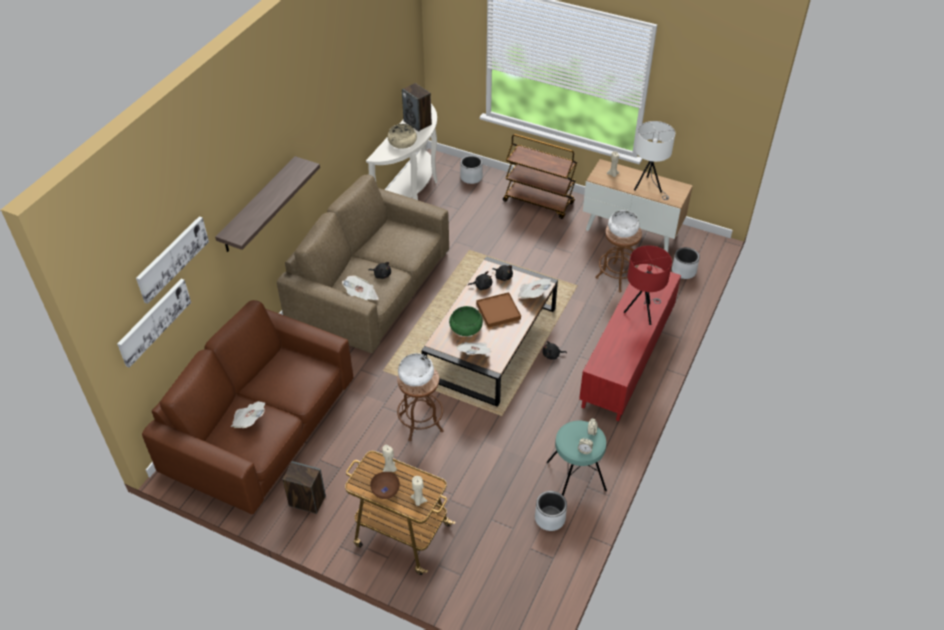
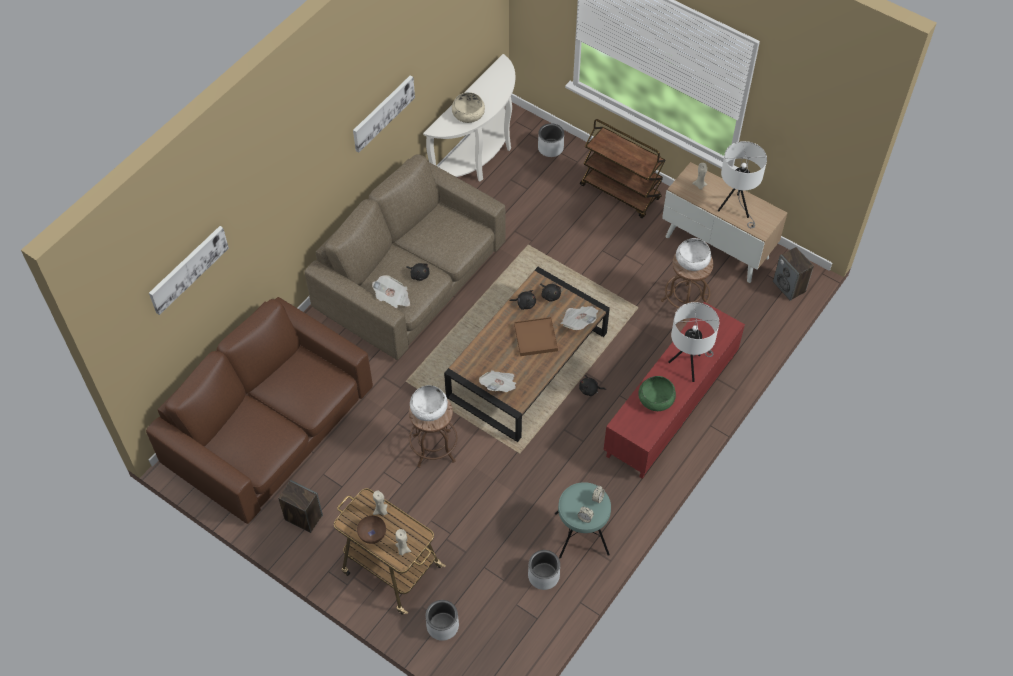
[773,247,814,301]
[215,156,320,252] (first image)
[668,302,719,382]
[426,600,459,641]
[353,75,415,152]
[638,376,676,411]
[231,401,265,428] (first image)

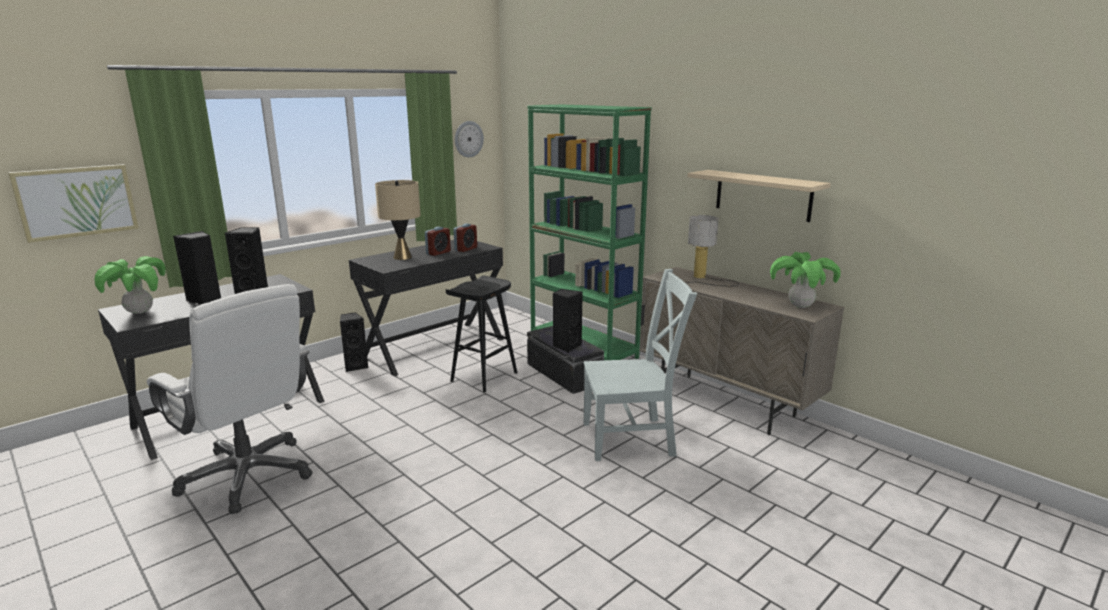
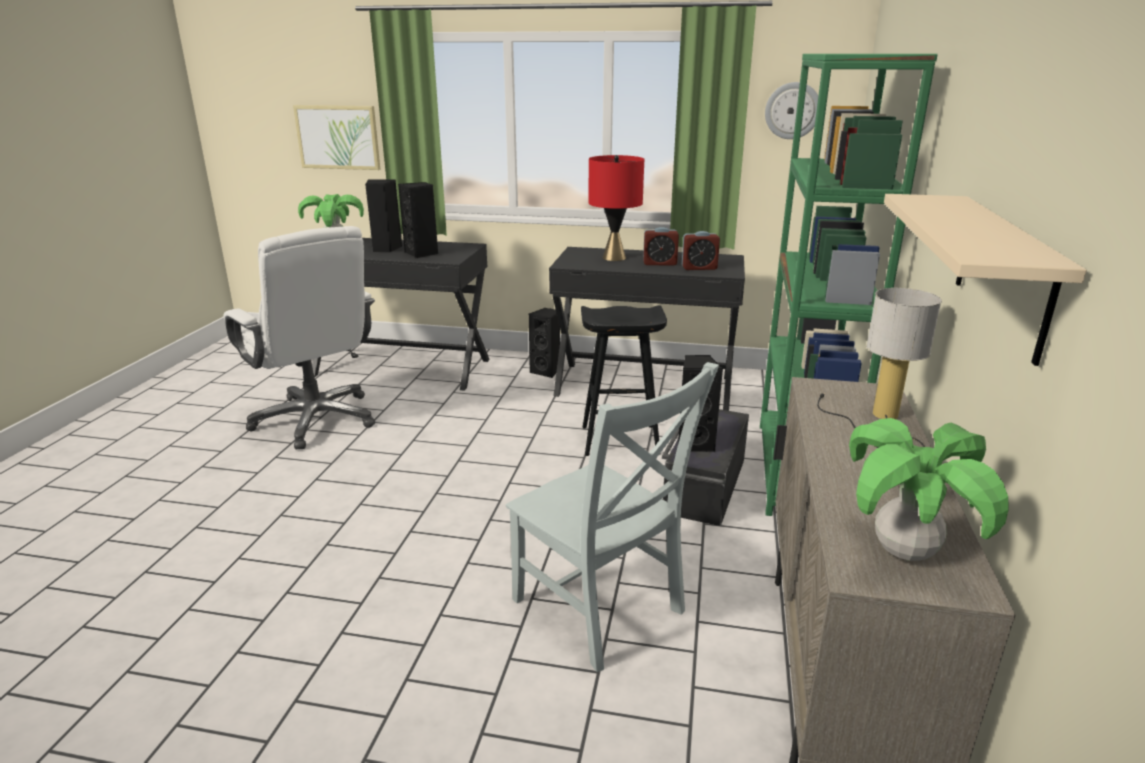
[588,155,644,261]
[223,226,375,449]

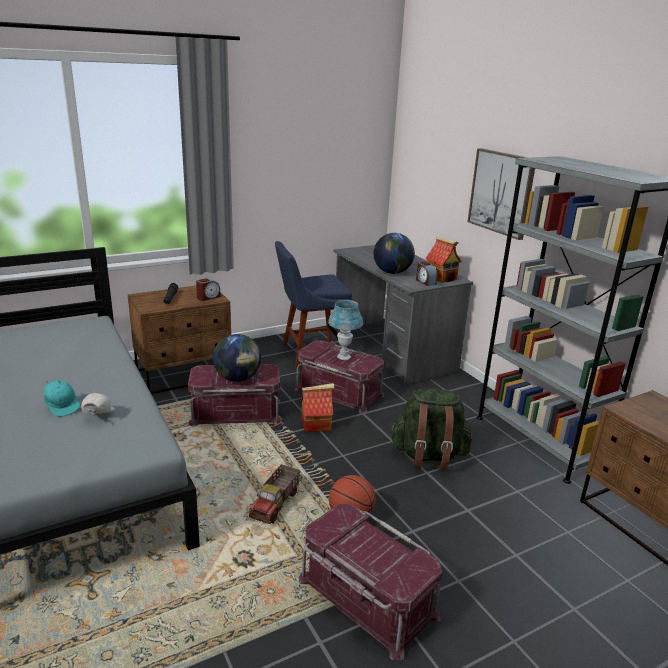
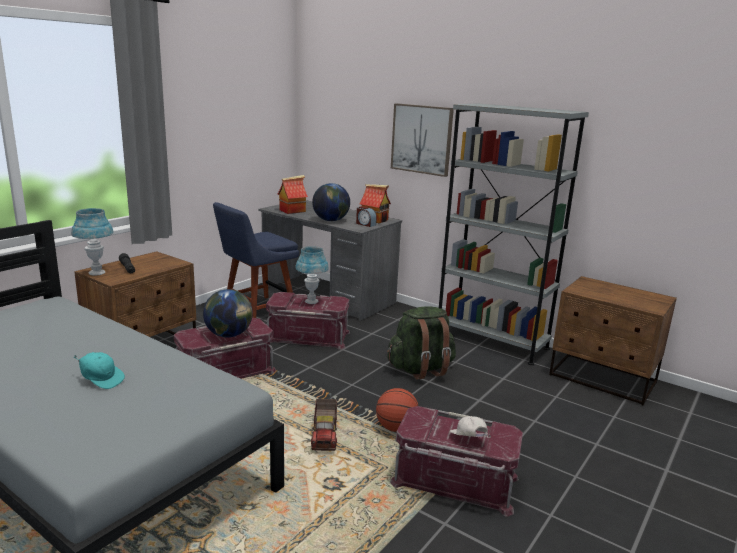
[196,278,220,301] (first image)
[277,175,308,214]
[449,416,491,438]
[71,208,114,275]

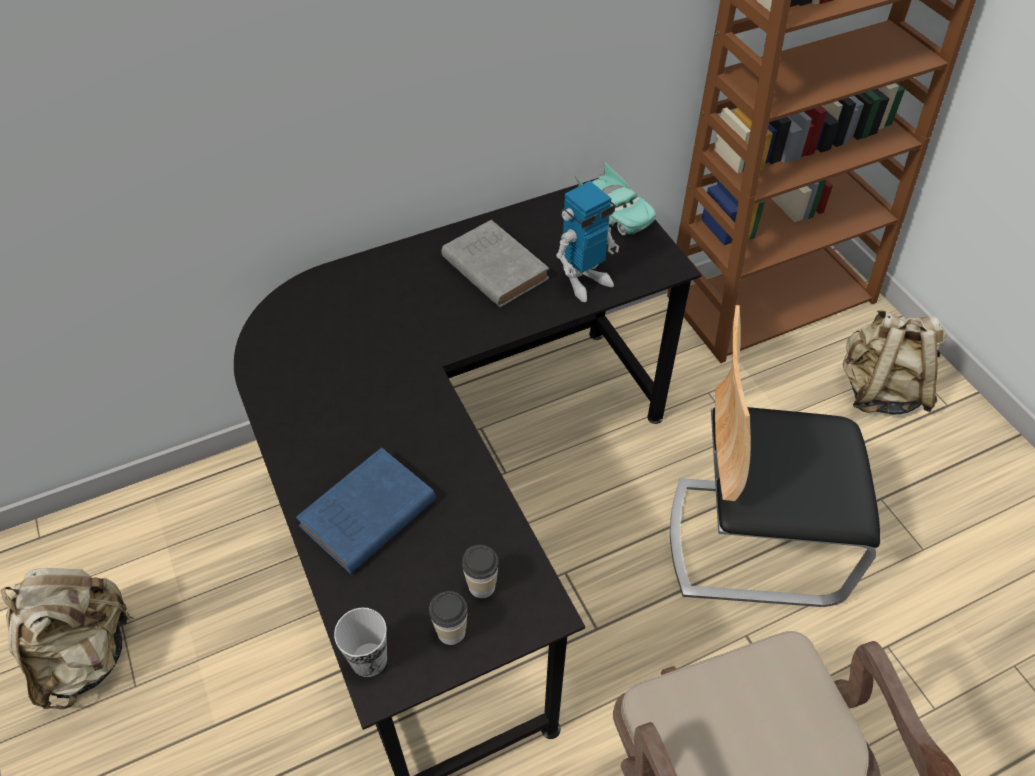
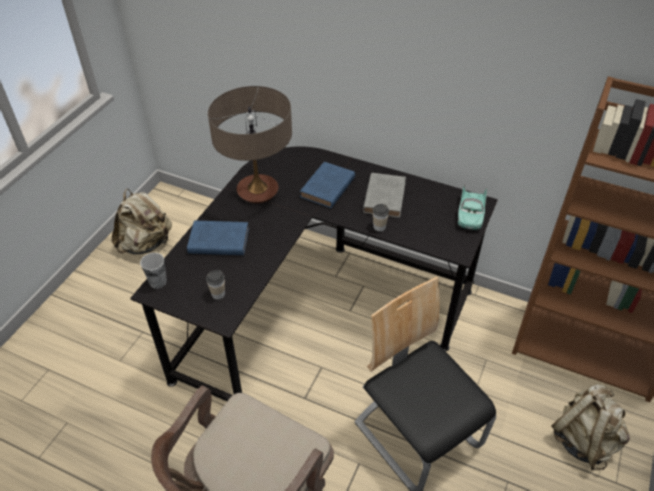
[556,181,619,302] (first image)
[373,204,389,232]
[208,86,292,204]
[300,162,355,208]

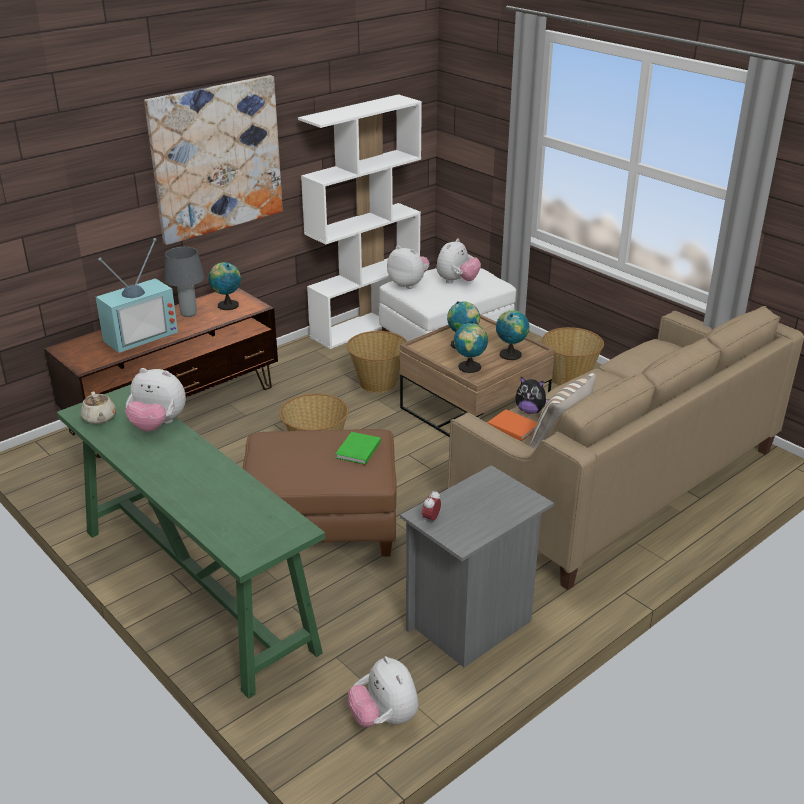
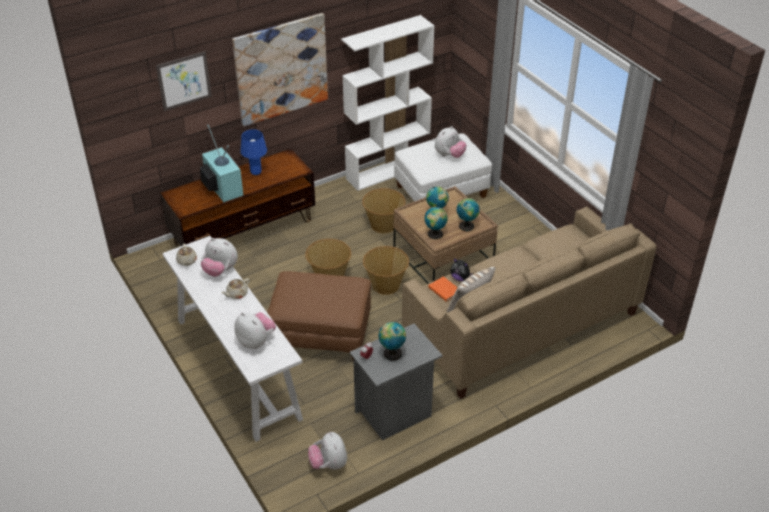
[200,125,243,202]
[234,312,276,349]
[240,129,267,175]
[379,322,406,361]
[363,246,409,295]
[162,236,303,442]
[335,432,381,465] (first image)
[156,51,212,111]
[221,278,250,299]

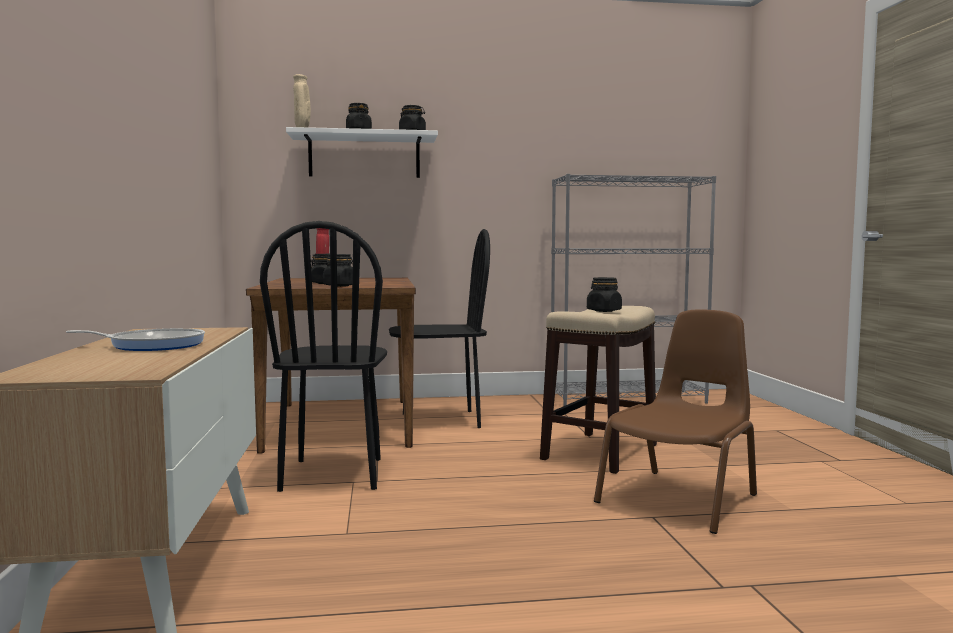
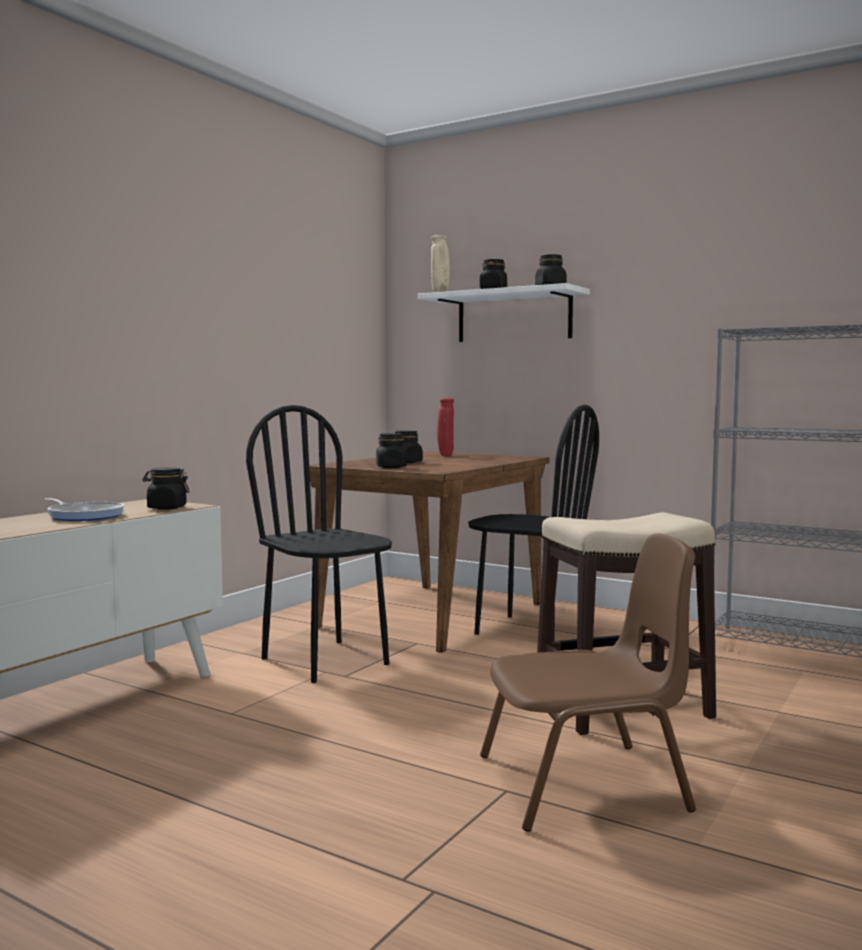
[246,405,392,683]
[143,467,190,510]

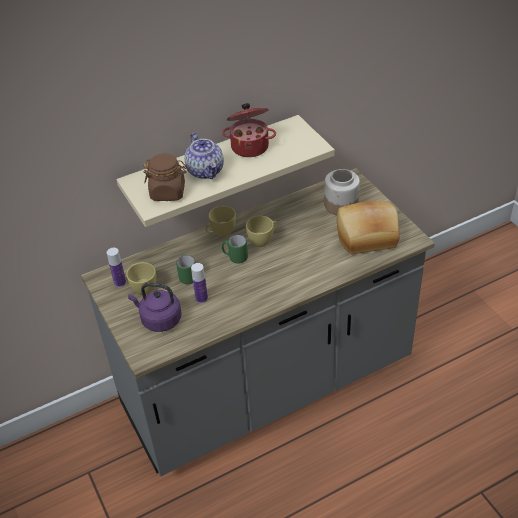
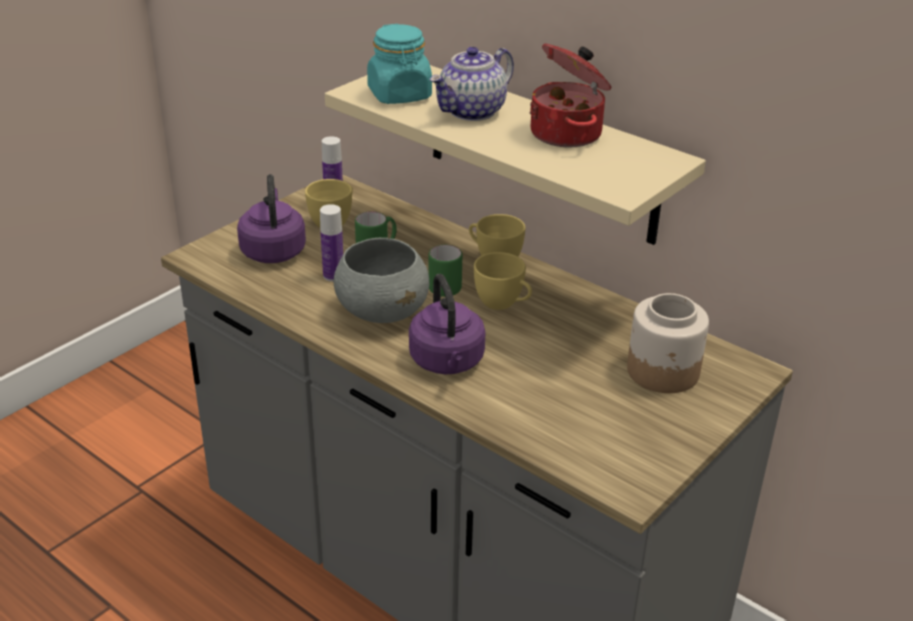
[367,24,432,104]
[337,201,400,254] (first image)
[334,238,429,323]
[409,274,486,375]

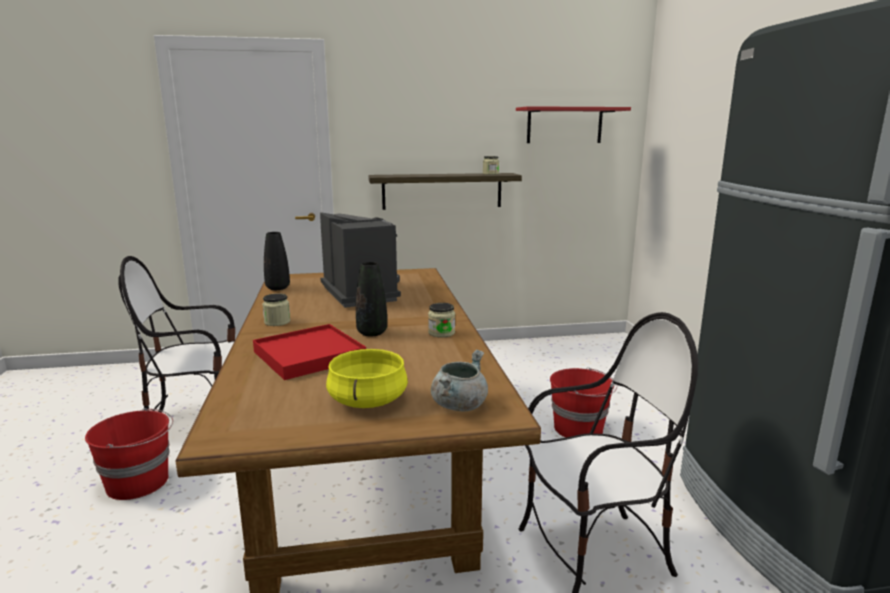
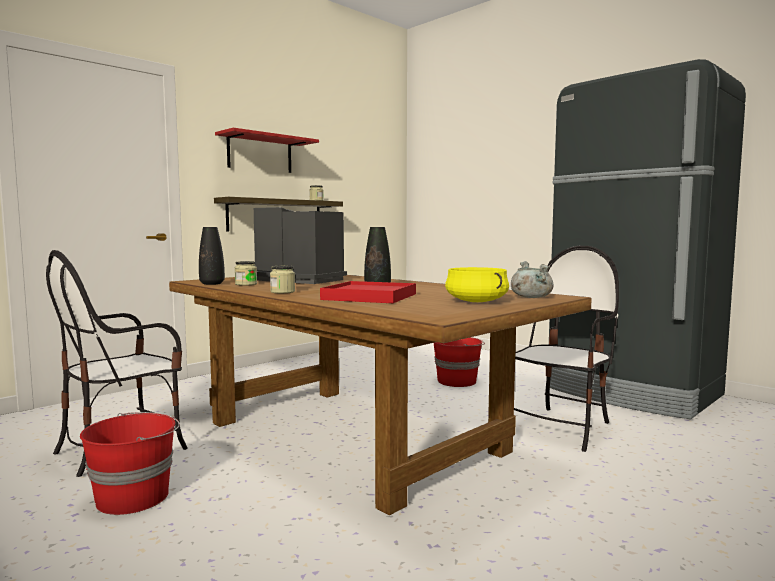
[215,128,319,173]
[235,261,257,286]

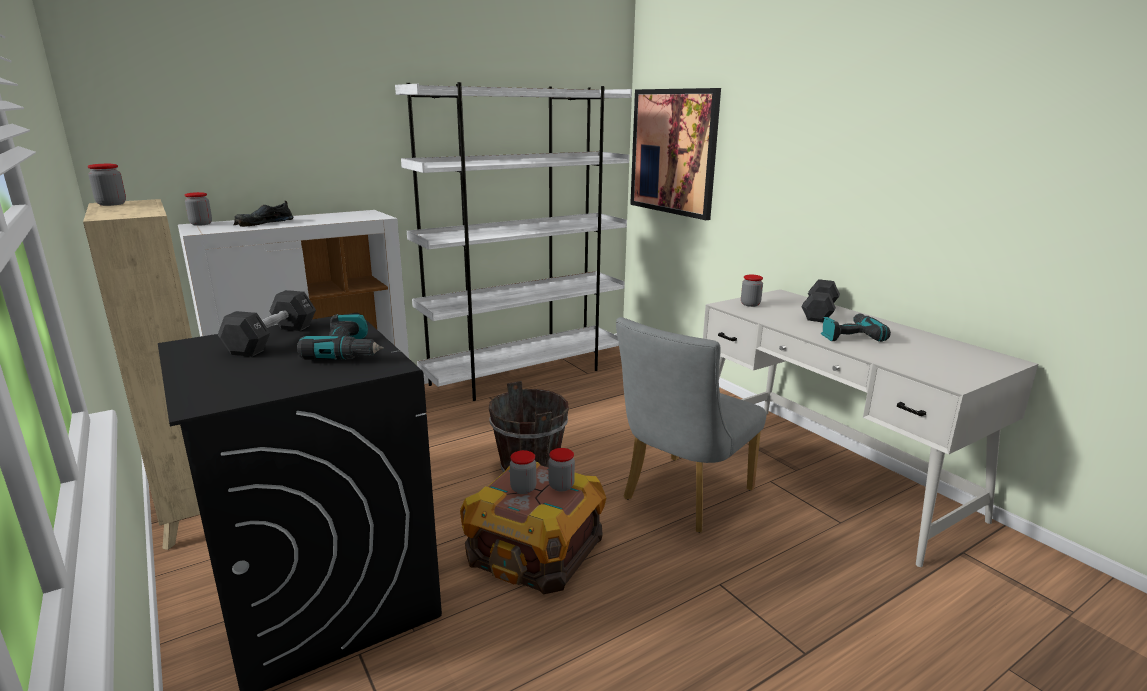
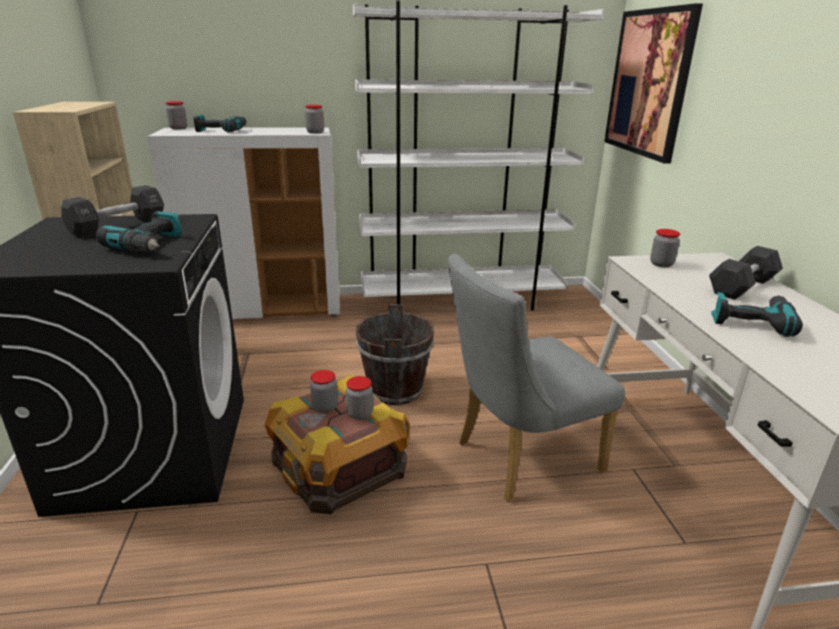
[305,105,324,134]
[194,115,247,133]

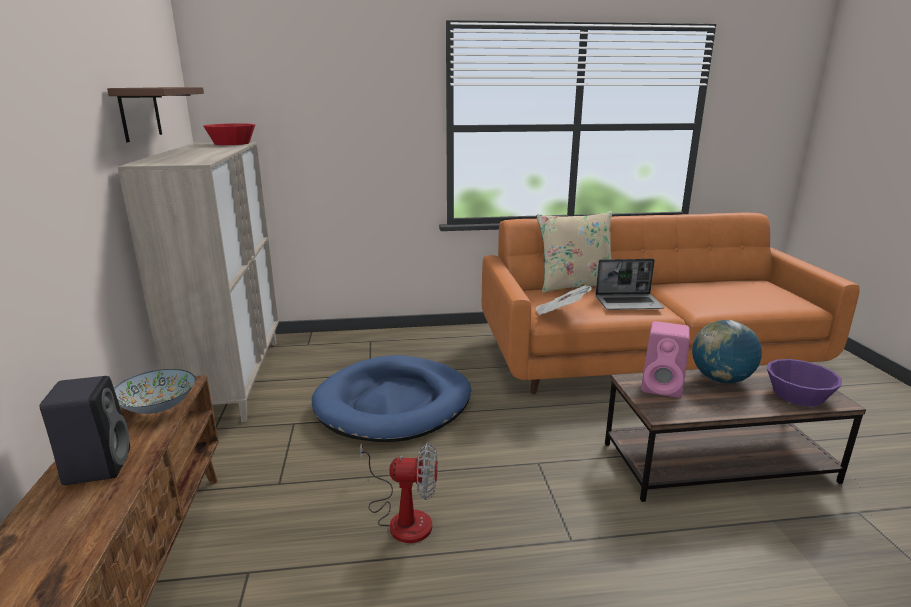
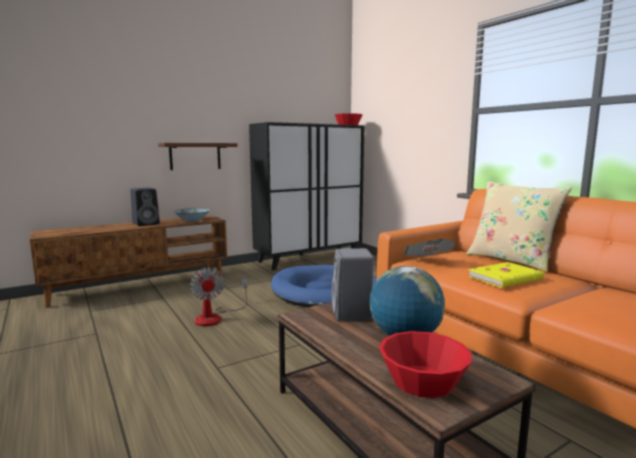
[158,143,238,170]
[249,122,364,270]
[468,262,544,288]
[332,248,374,321]
[379,331,472,398]

